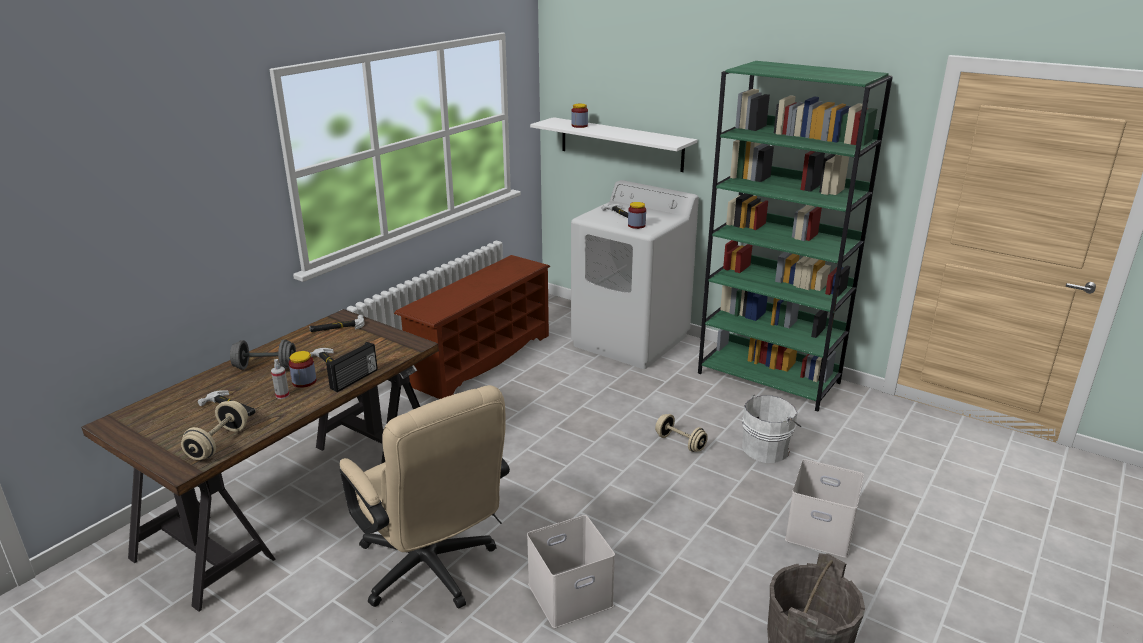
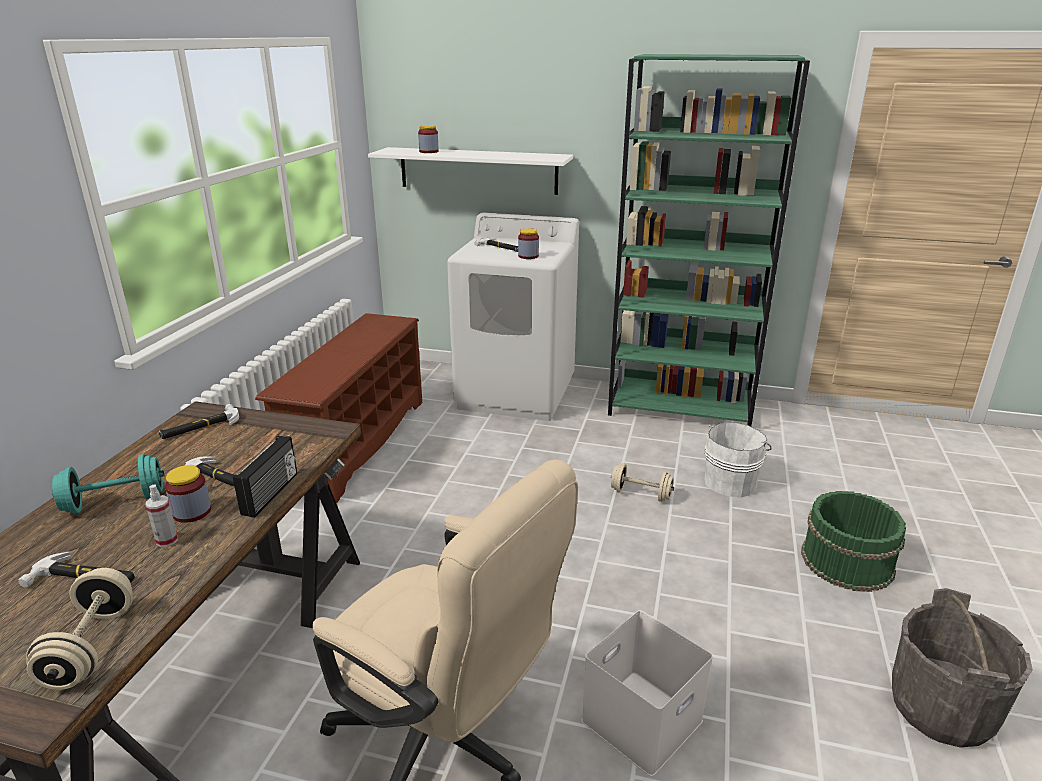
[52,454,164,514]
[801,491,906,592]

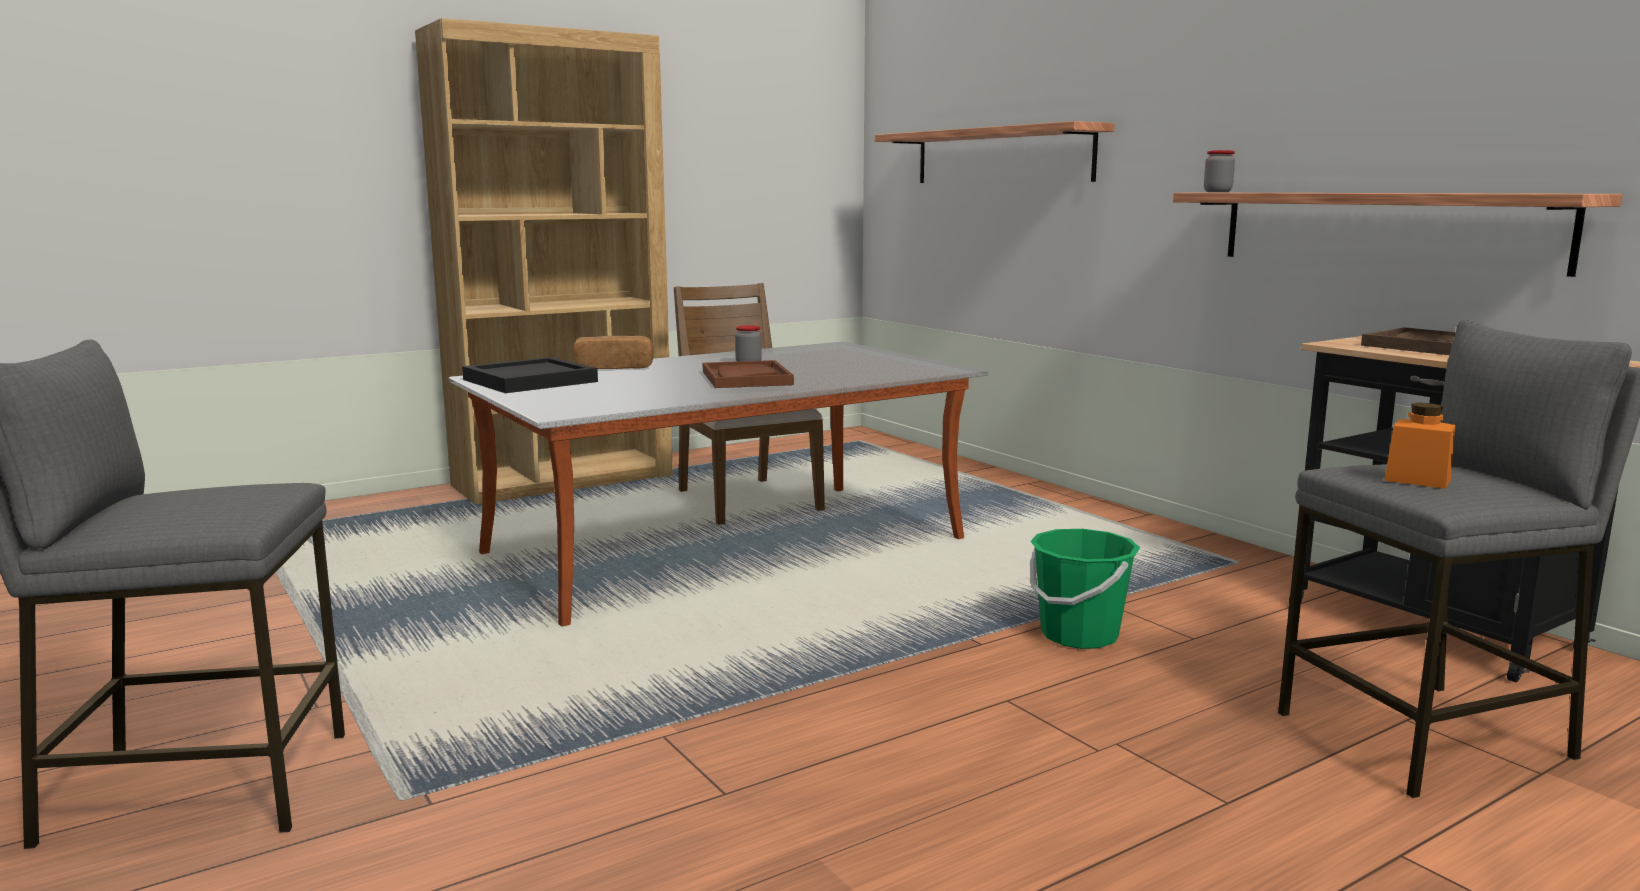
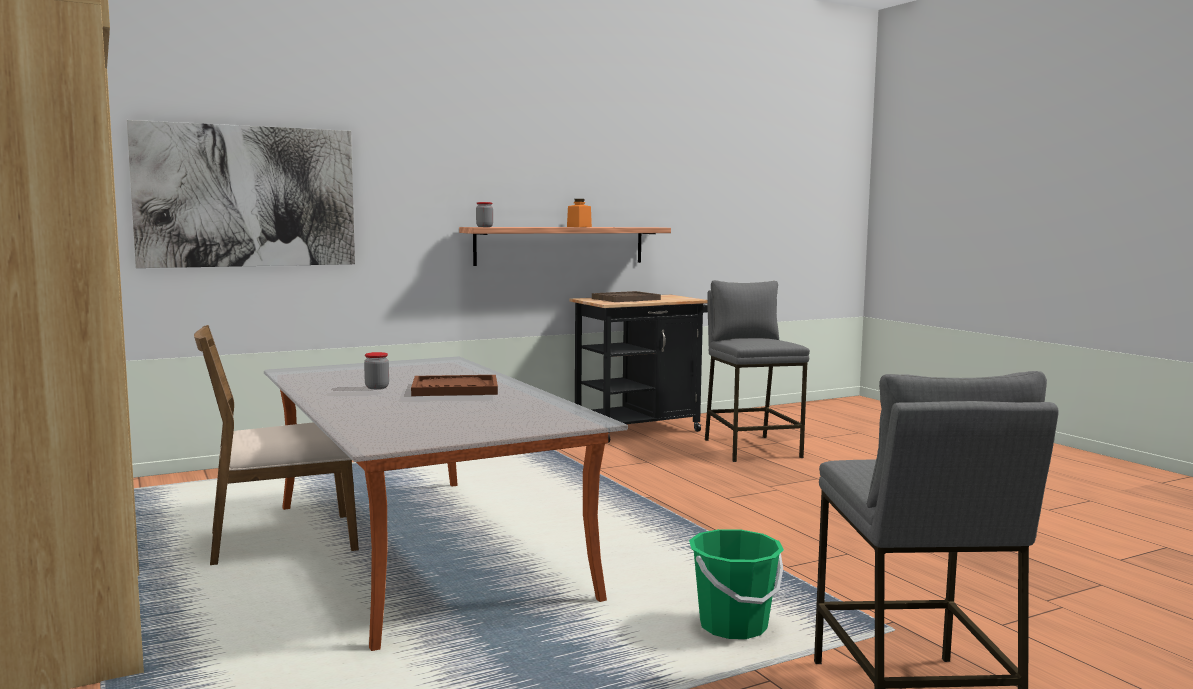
[127,120,355,268]
[573,336,654,369] (first image)
[462,357,598,393] (first image)
[567,199,592,227]
[689,529,784,639]

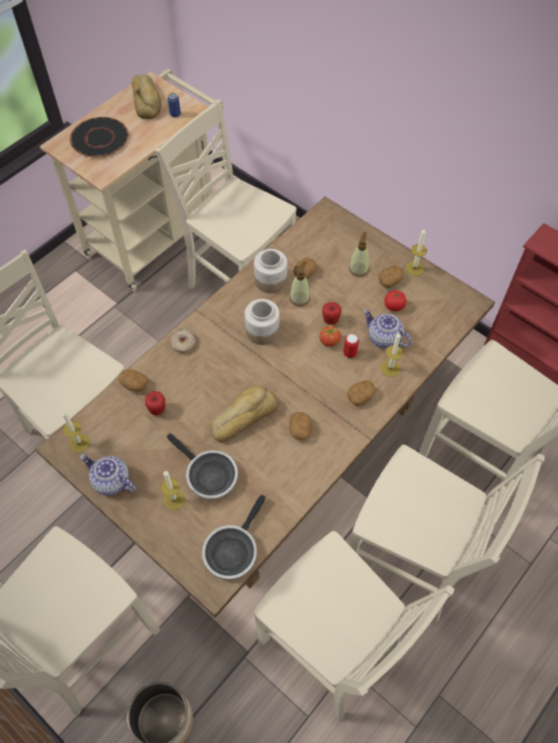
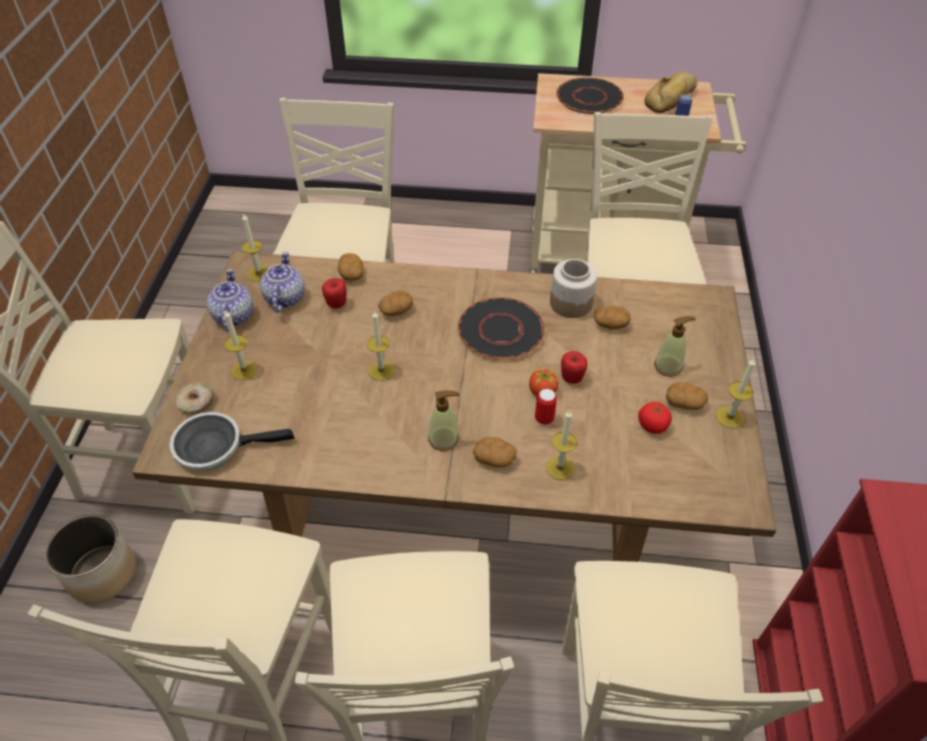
[428,390,459,451]
[458,297,545,360]
[260,252,305,313]
[175,382,214,414]
[367,310,395,381]
[378,290,413,316]
[166,433,238,499] (first image)

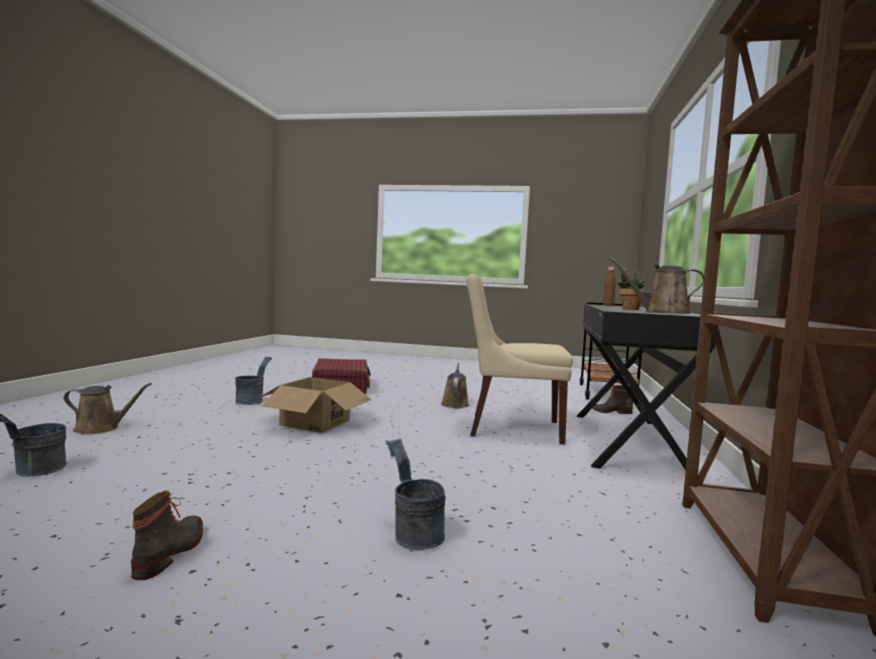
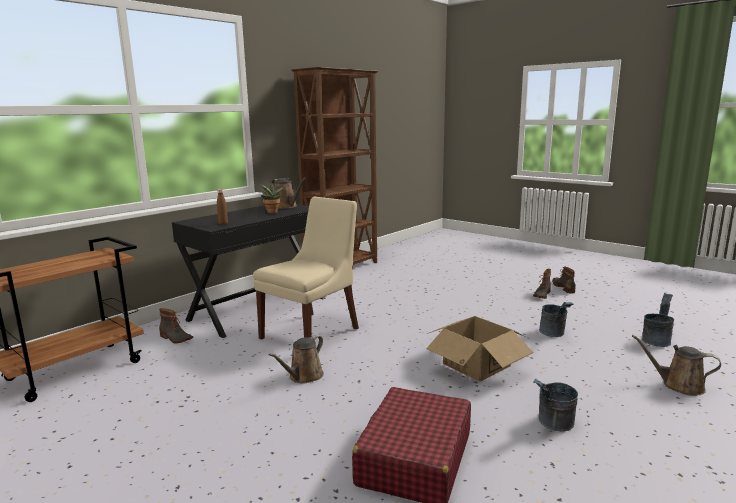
[253,196,359,340]
[539,302,574,337]
[552,266,576,293]

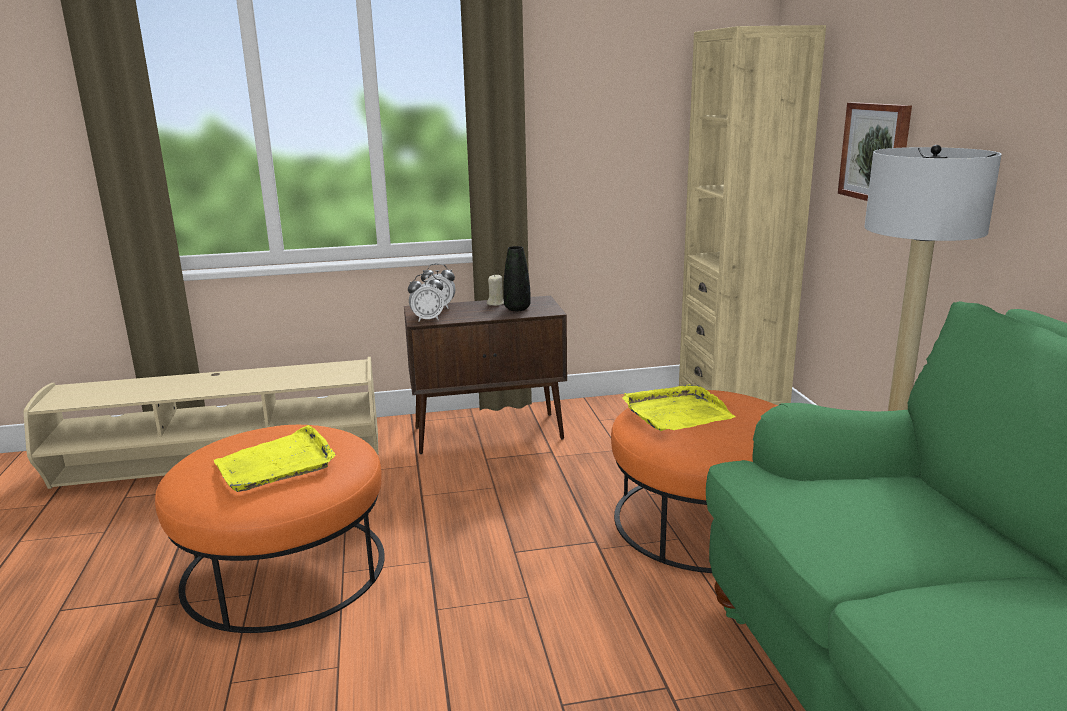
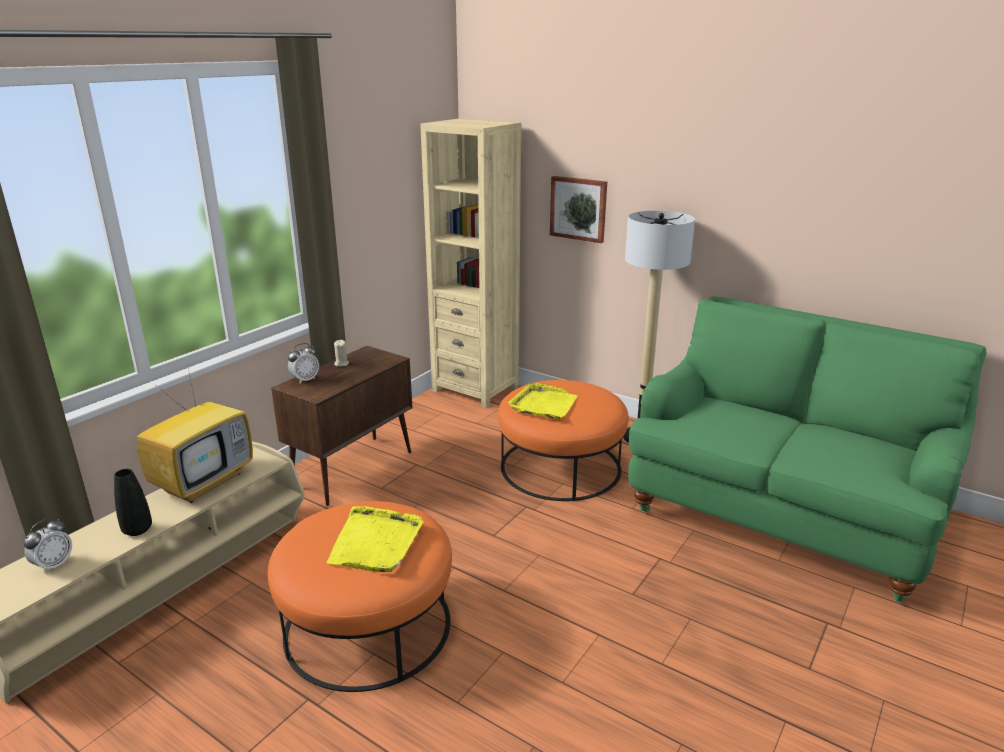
[114,469,152,536]
[23,518,72,574]
[137,363,253,503]

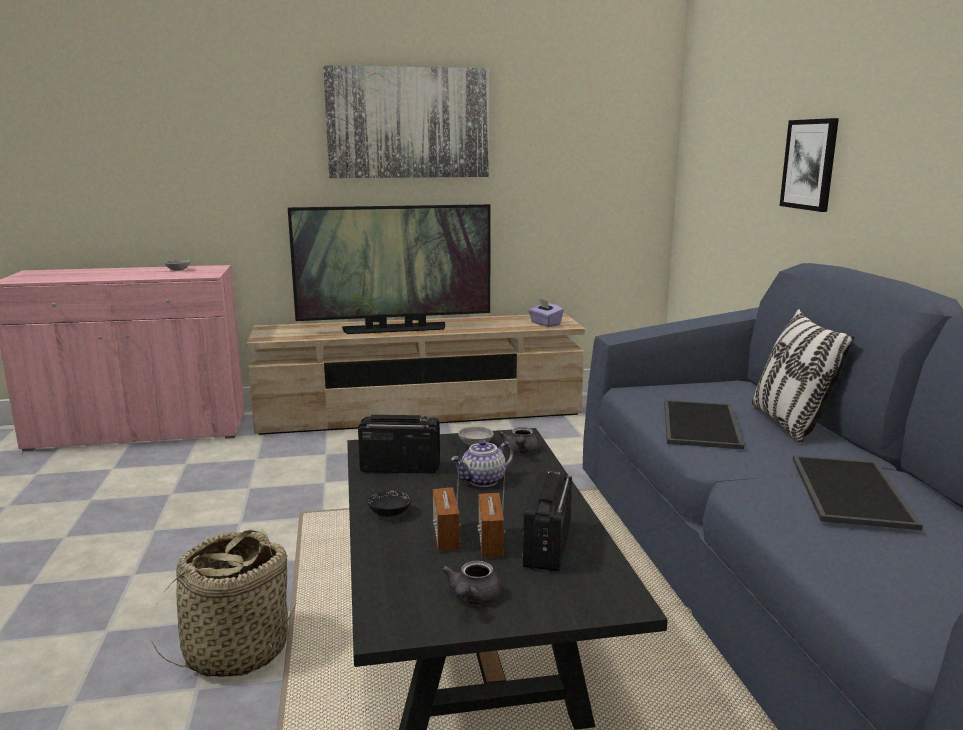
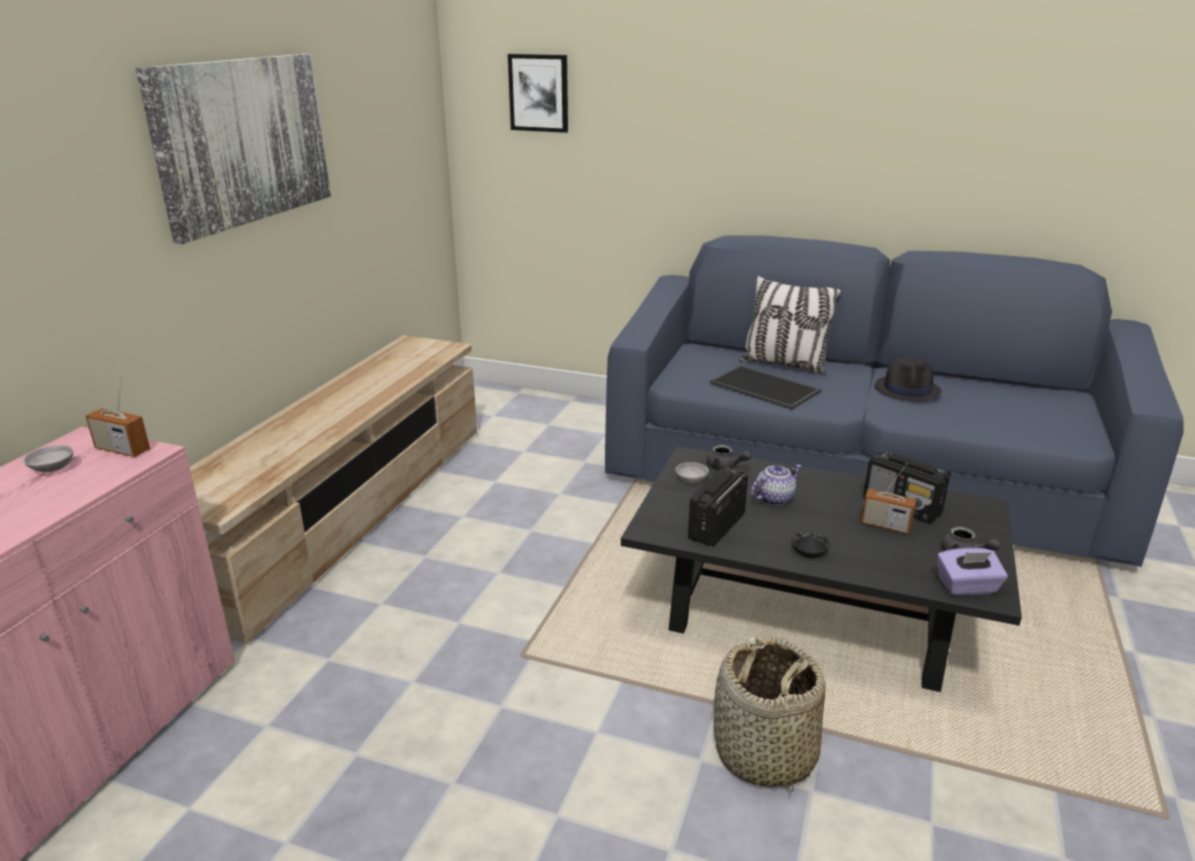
[508,54,568,133]
[288,204,491,334] (first image)
[937,548,1008,595]
[751,464,802,506]
[874,357,942,401]
[86,374,150,457]

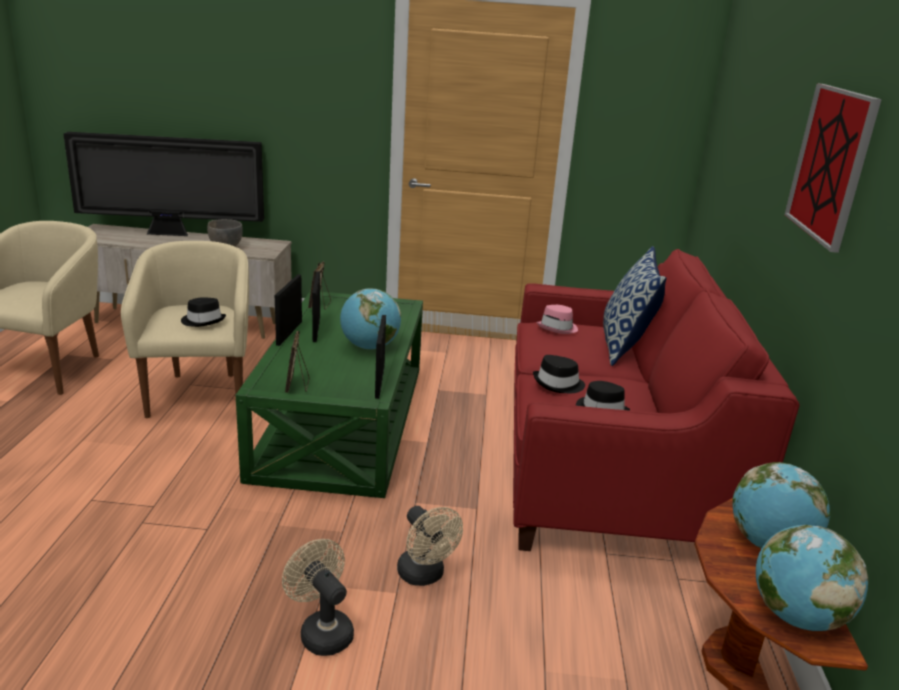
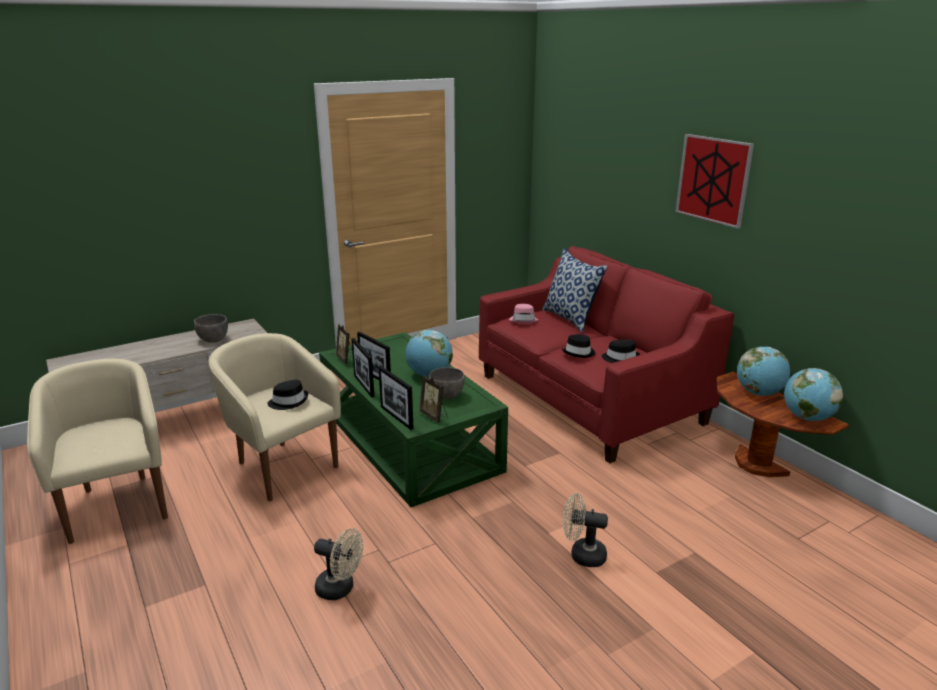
[63,132,264,236] (first image)
[379,366,414,430]
[314,528,363,600]
[429,367,465,399]

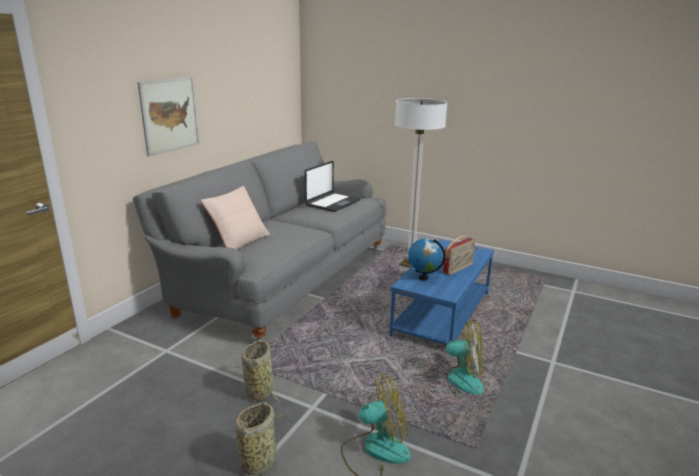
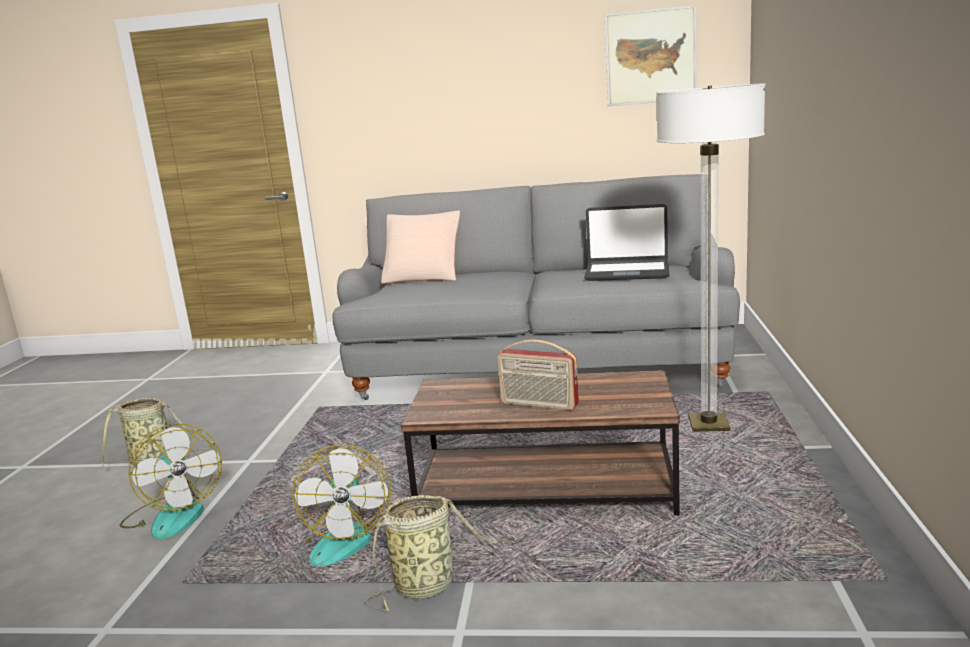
[605,5,697,107]
[401,370,680,516]
[408,239,445,281] (first image)
[364,495,503,612]

